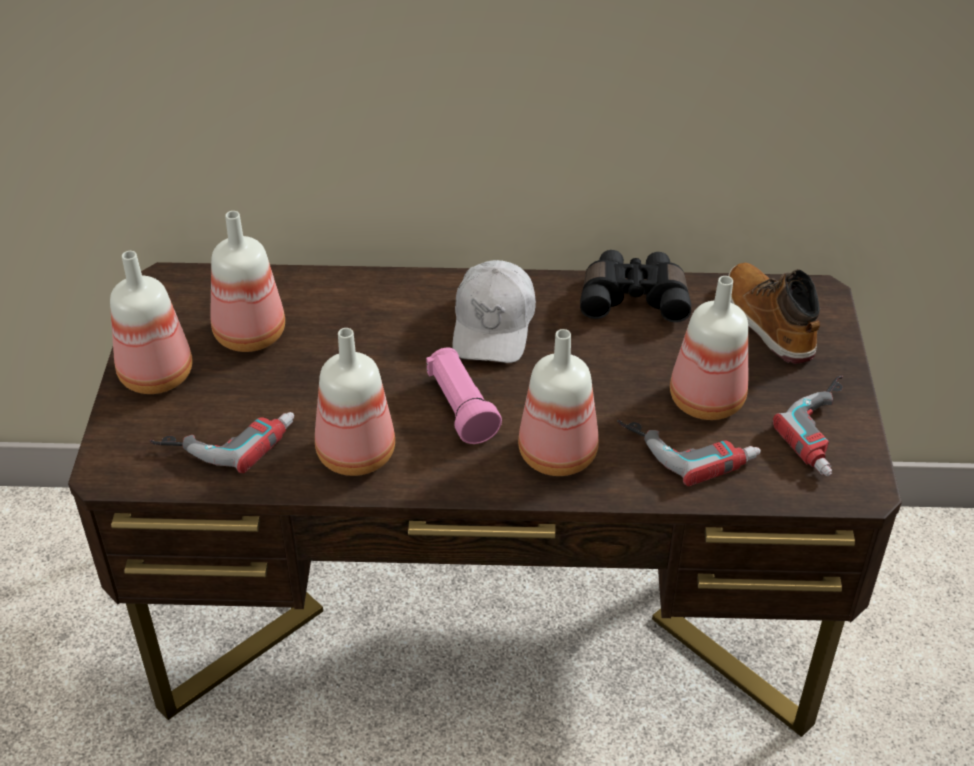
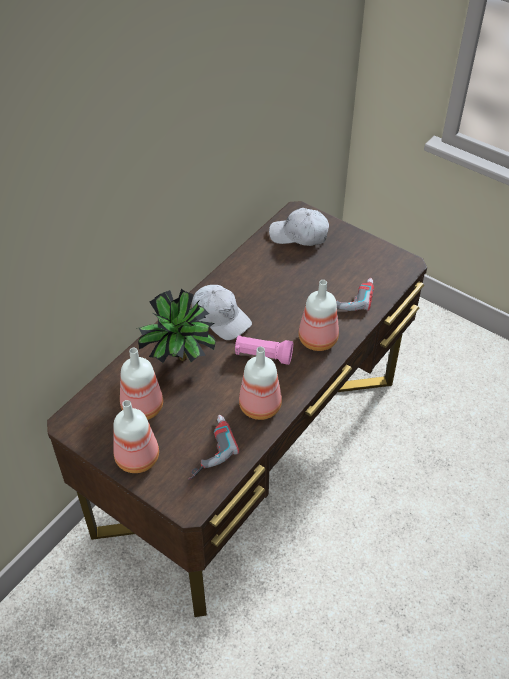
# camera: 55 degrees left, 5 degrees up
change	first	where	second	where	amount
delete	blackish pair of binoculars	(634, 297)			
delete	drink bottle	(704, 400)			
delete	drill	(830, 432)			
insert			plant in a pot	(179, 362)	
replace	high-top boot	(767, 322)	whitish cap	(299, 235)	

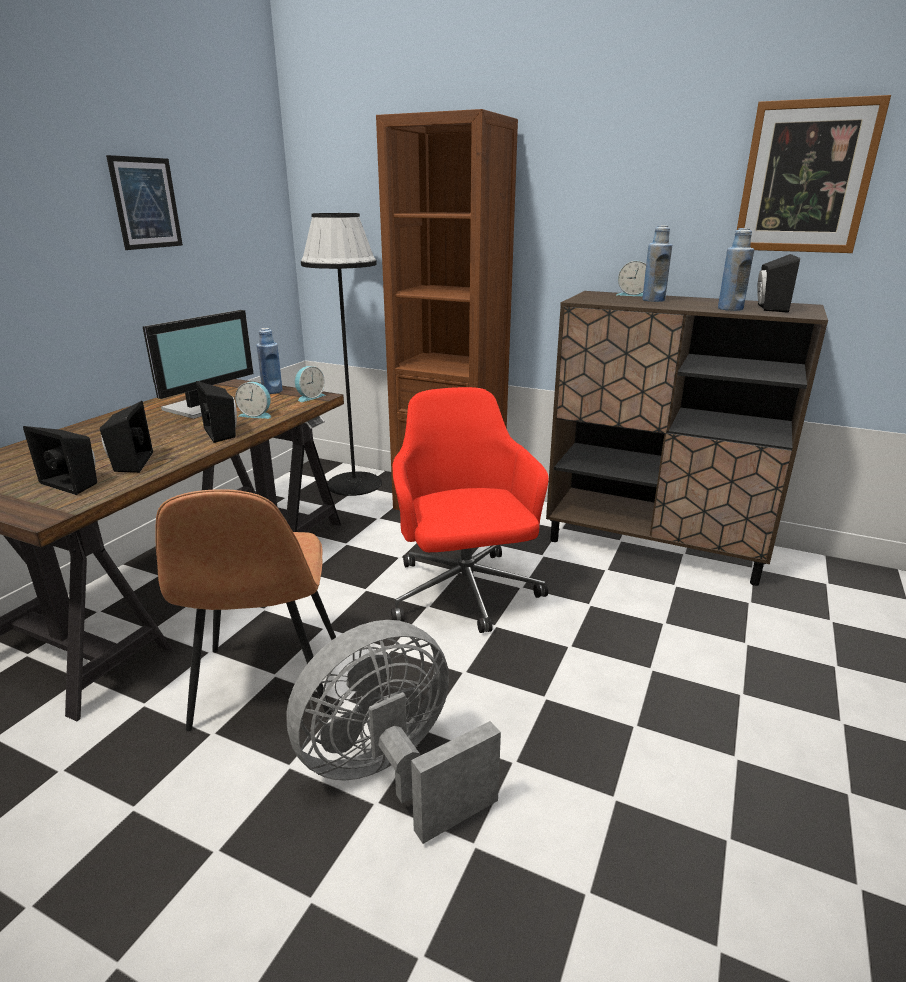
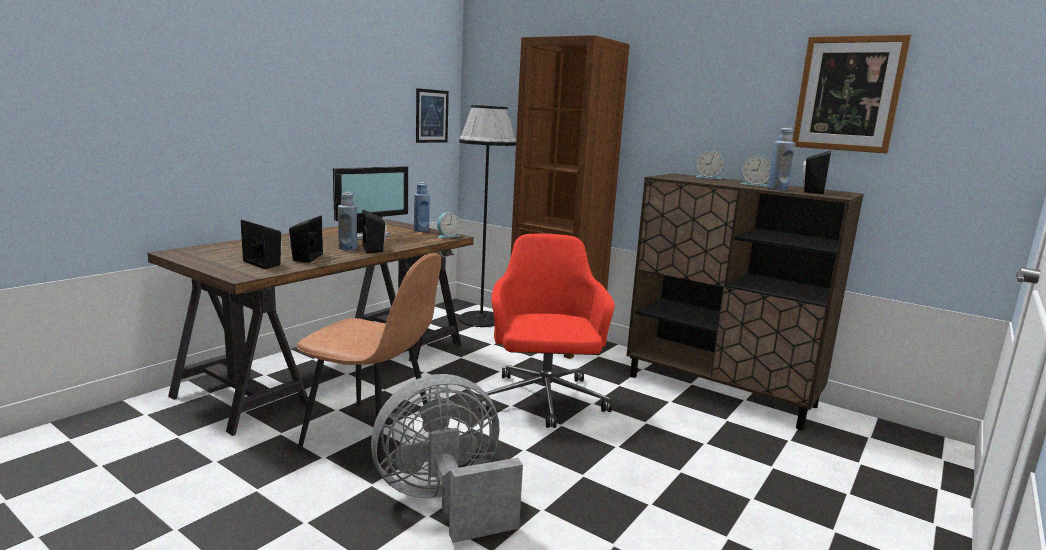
# camera: 10 degrees right, 10 degrees down
change	first	where	second	where	amount
move	wall picture	(146, 203)		(432, 116)	
move	table clock	(257, 415)		(755, 184)	
move	blue-coloured drink bottle	(653, 300)		(348, 248)	
rotate	brown-coloured upright chair	(267, 685)		(371, 435)	75 degrees counterclockwise

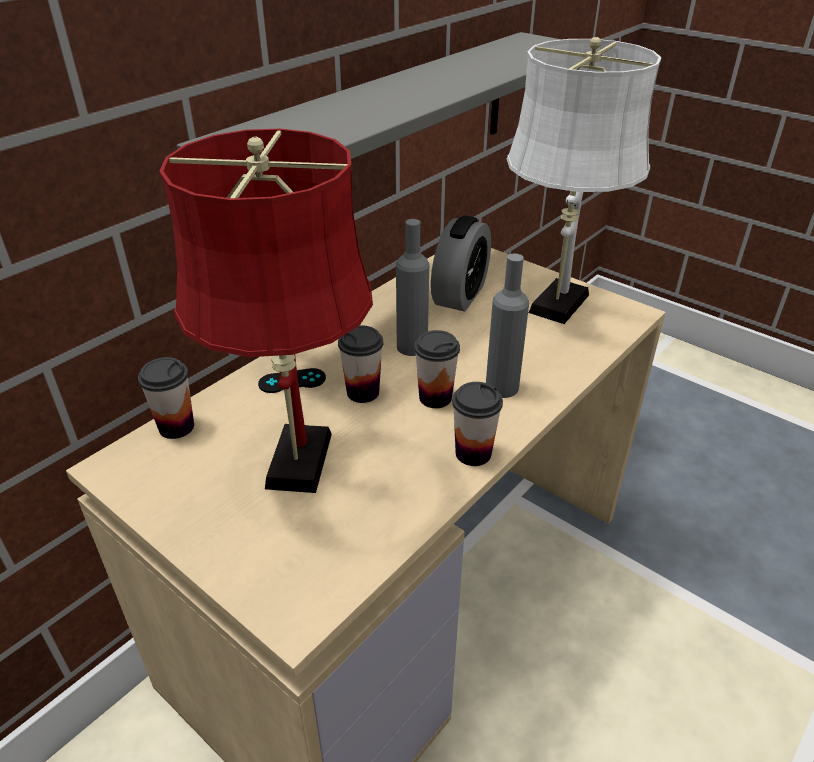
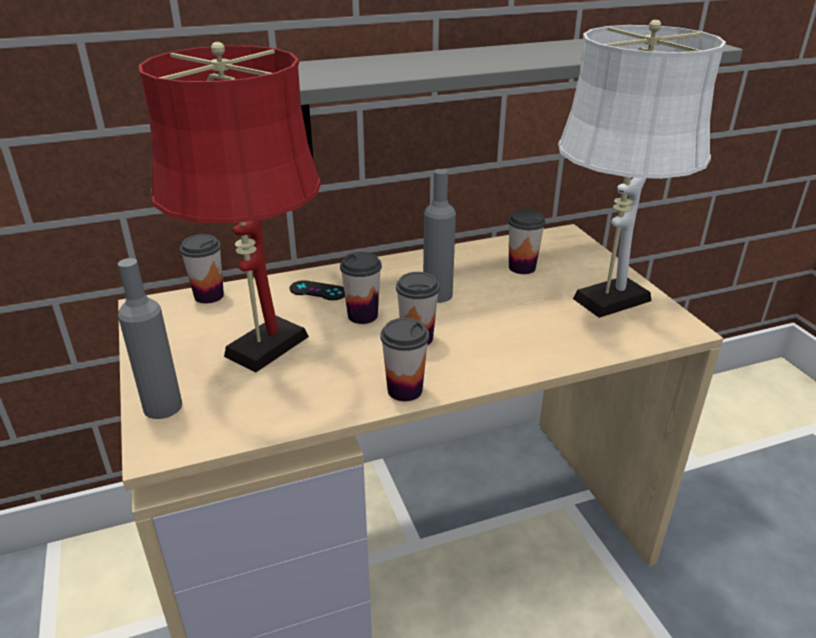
# camera: 30 degrees right, 5 degrees down
change	first	where	second	where	amount
move	gray drink bottle	(502, 387)		(163, 406)	
replace	table clock	(460, 295)	small cup	(522, 267)	

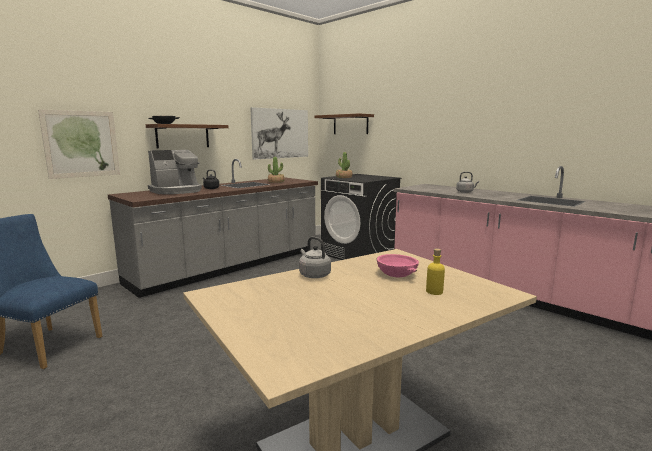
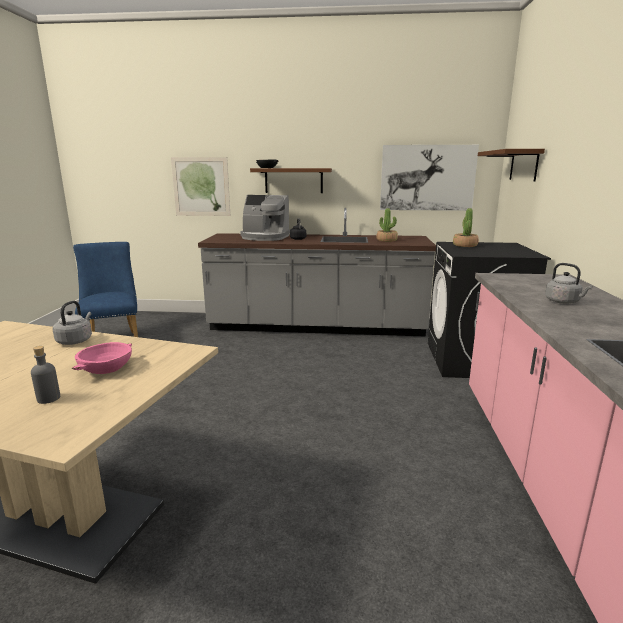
# camera: 50 degrees right, 5 degrees up
change	first	where	second	where	amount
recolor	yellow drink bottle	(434, 291)	gray drink bottle	(48, 398)	

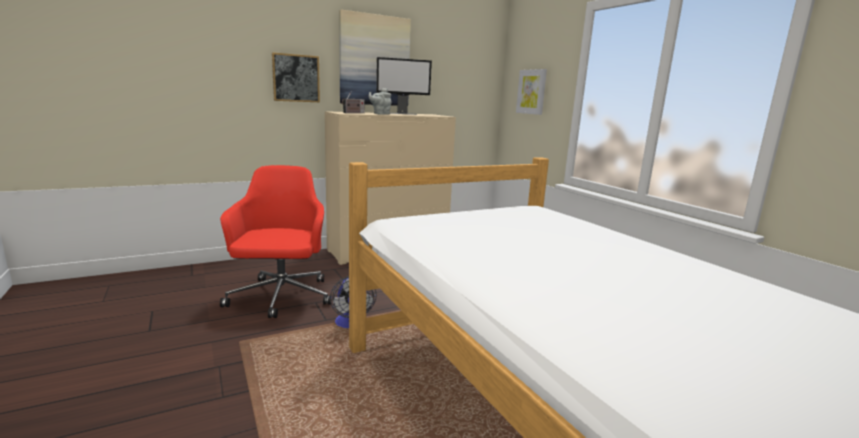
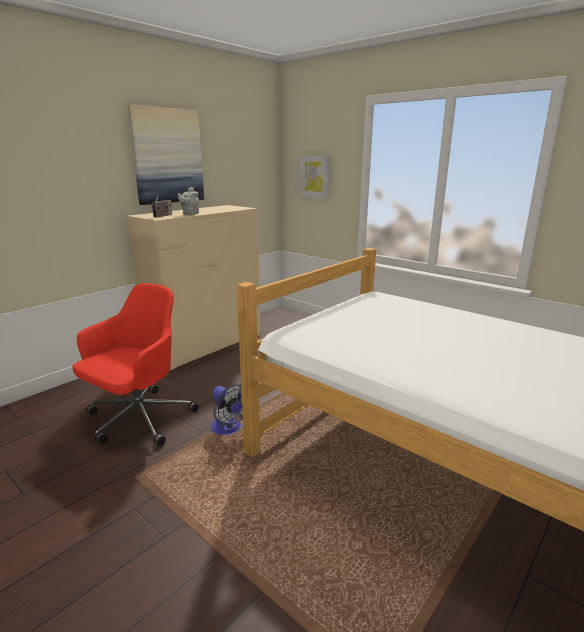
# camera: 20 degrees left, 5 degrees up
change	first	where	second	where	amount
delete	wall picture	(296, 78)			
delete	computer display	(402, 113)			
rotate	reddish office chair	(281, 297)		(138, 419)	60 degrees clockwise

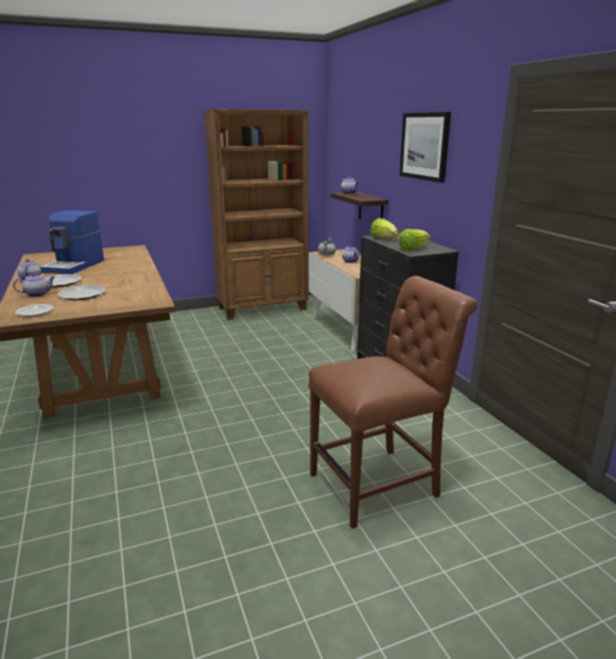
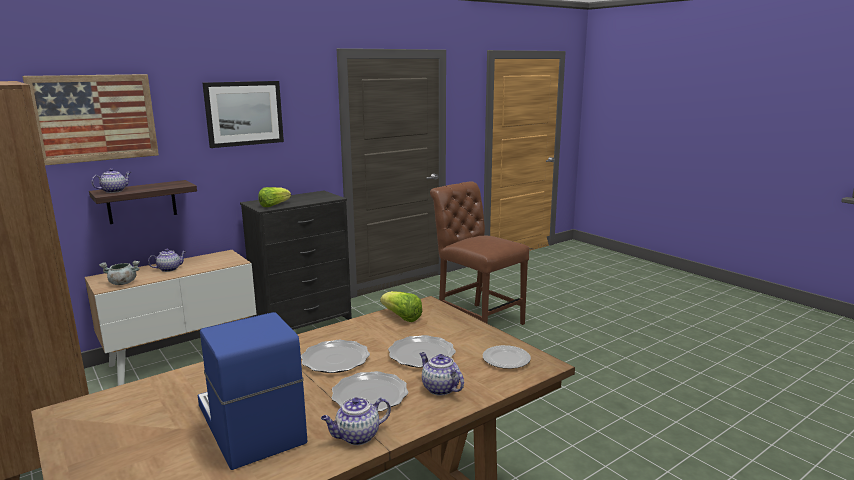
# camera: 105 degrees left, 5 degrees down
change	first	where	second	where	amount
insert			wall picture	(95, 118)	
insert			plate	(335, 359)	
move	lettuce head	(412, 249)		(401, 317)	
rotate	coffee maker	(75, 266)		(249, 425)	120 degrees counterclockwise

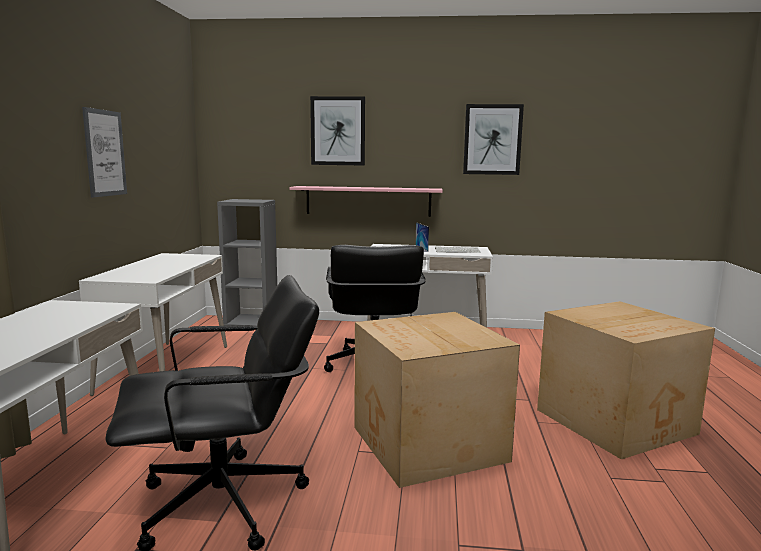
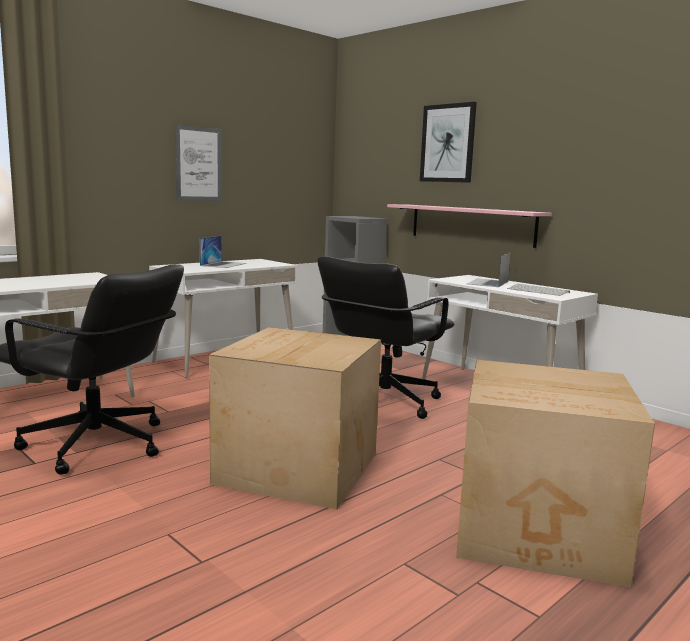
# camera: 40 degrees right, 0 degrees up
change	first	where	second	where	amount
delete	wall picture	(492, 139)			
insert			laptop	(223, 264)	

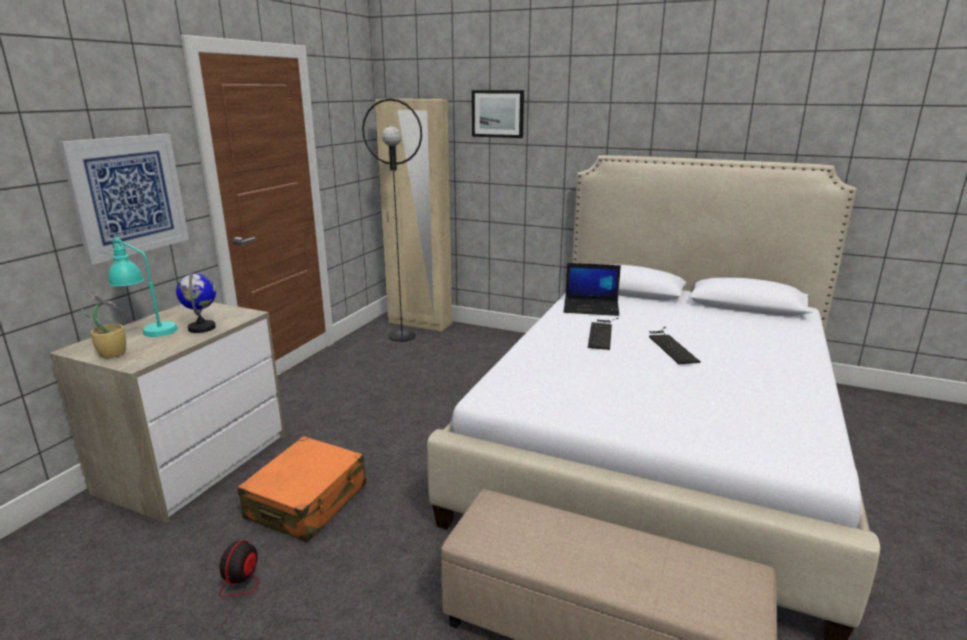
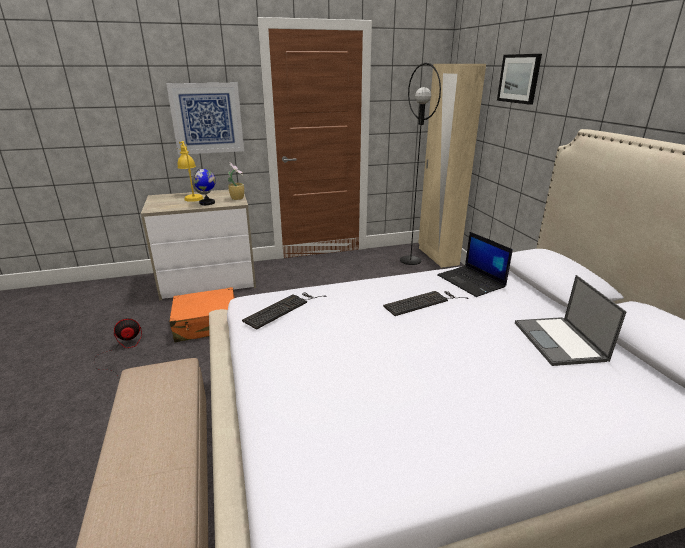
# camera: 50 degrees right, 5 degrees up
change	first	where	second	where	amount
insert			laptop	(560, 341)	
move	plant in a pot	(112, 353)		(237, 198)	
move	computer keyboard	(670, 345)		(283, 308)	
recolor	turquoise tabletop lamp	(147, 330)	yellow tabletop lamp	(192, 197)	

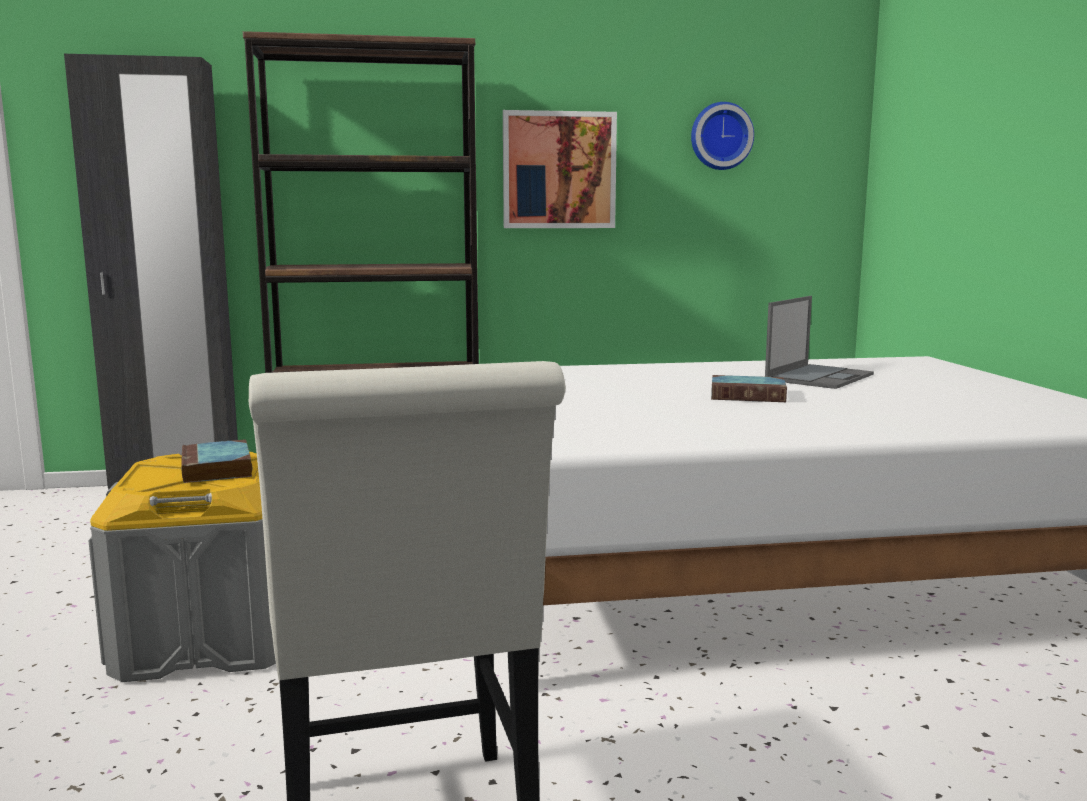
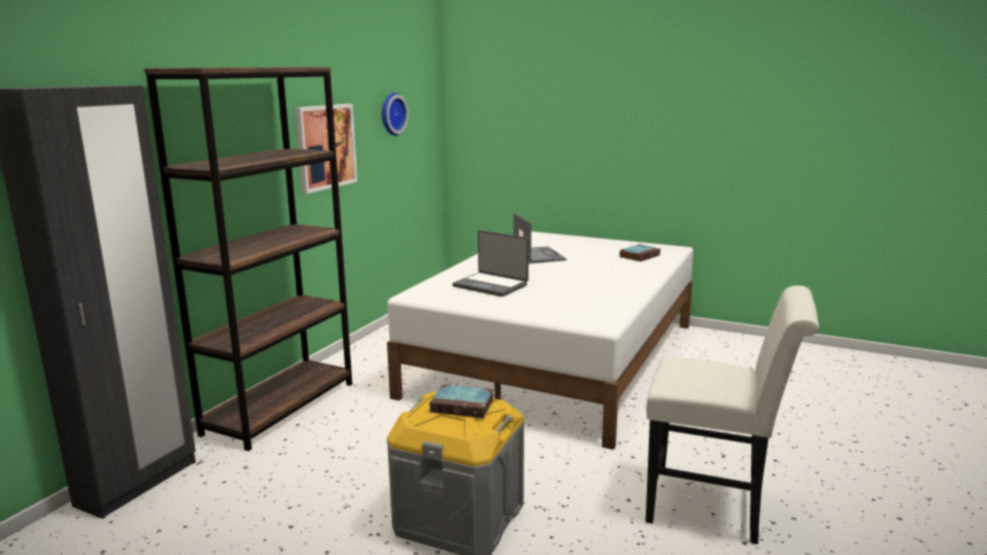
# camera: 55 degrees left, 5 degrees up
change	first	where	second	where	amount
insert			laptop	(491, 285)	
move	volume	(749, 395)		(639, 256)	

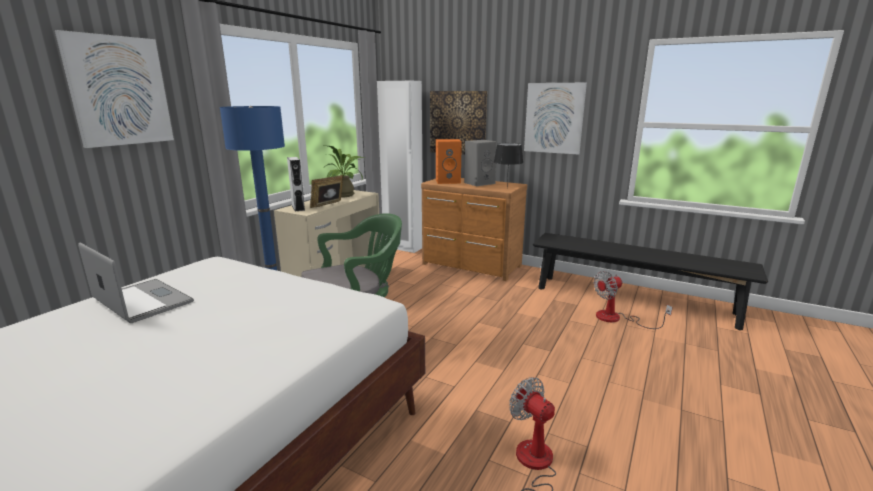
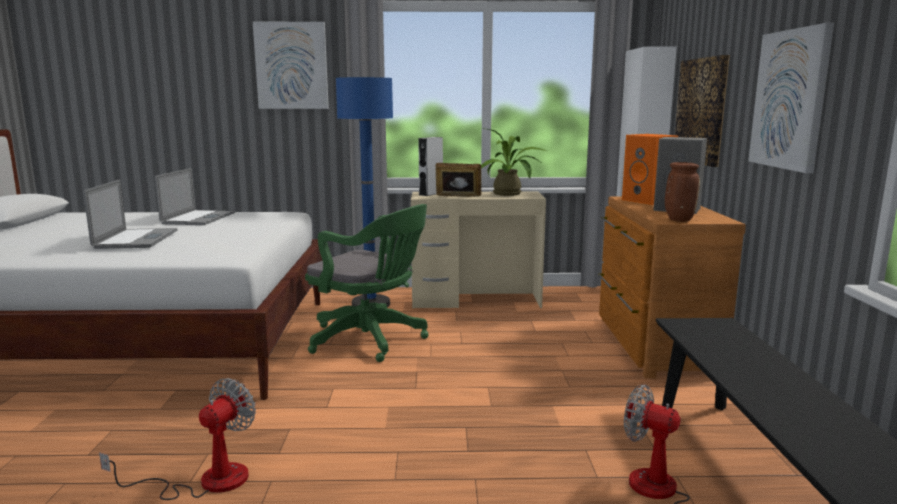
# camera: 60 degrees right, 5 degrees down
change	first	where	second	where	amount
insert			laptop	(136, 239)	
replace	blackish tabletop lamp	(506, 188)	brown-coloured vase	(678, 220)	

